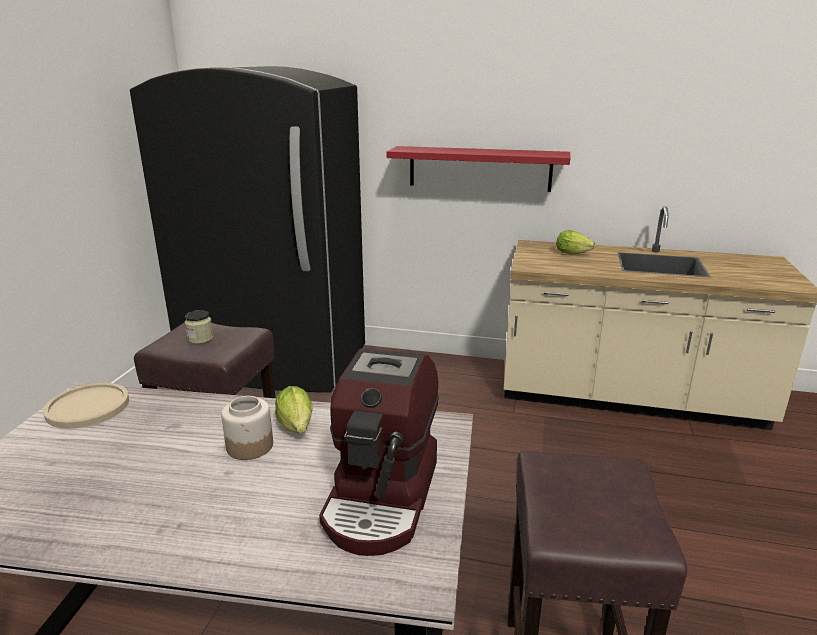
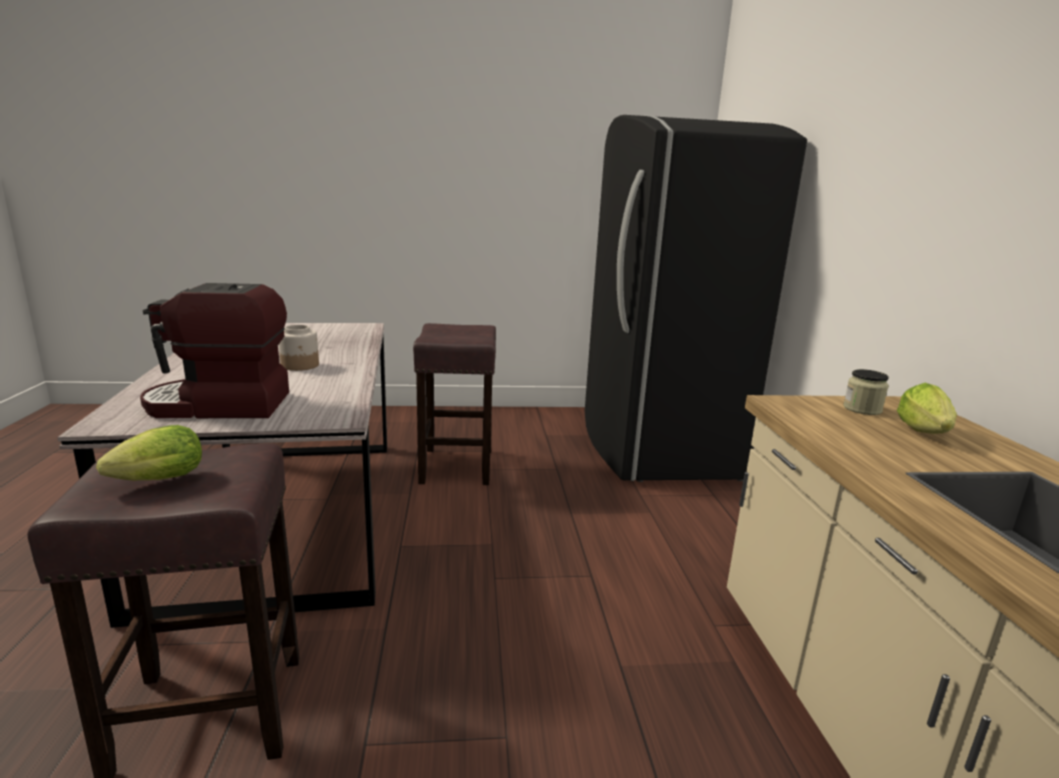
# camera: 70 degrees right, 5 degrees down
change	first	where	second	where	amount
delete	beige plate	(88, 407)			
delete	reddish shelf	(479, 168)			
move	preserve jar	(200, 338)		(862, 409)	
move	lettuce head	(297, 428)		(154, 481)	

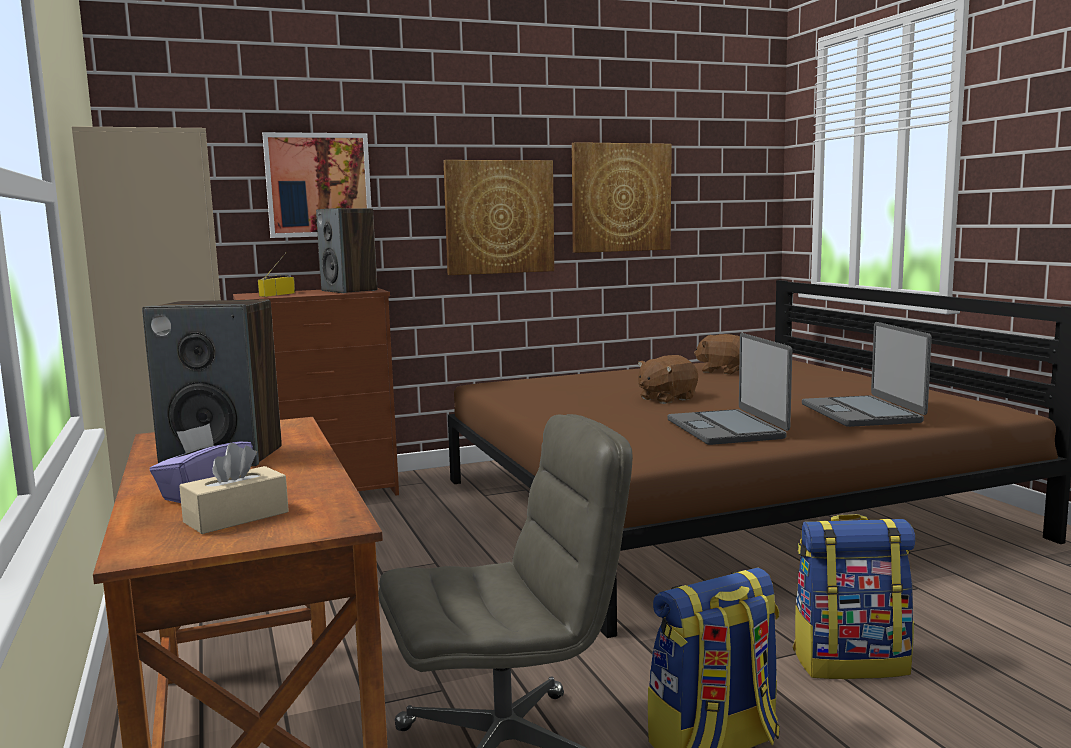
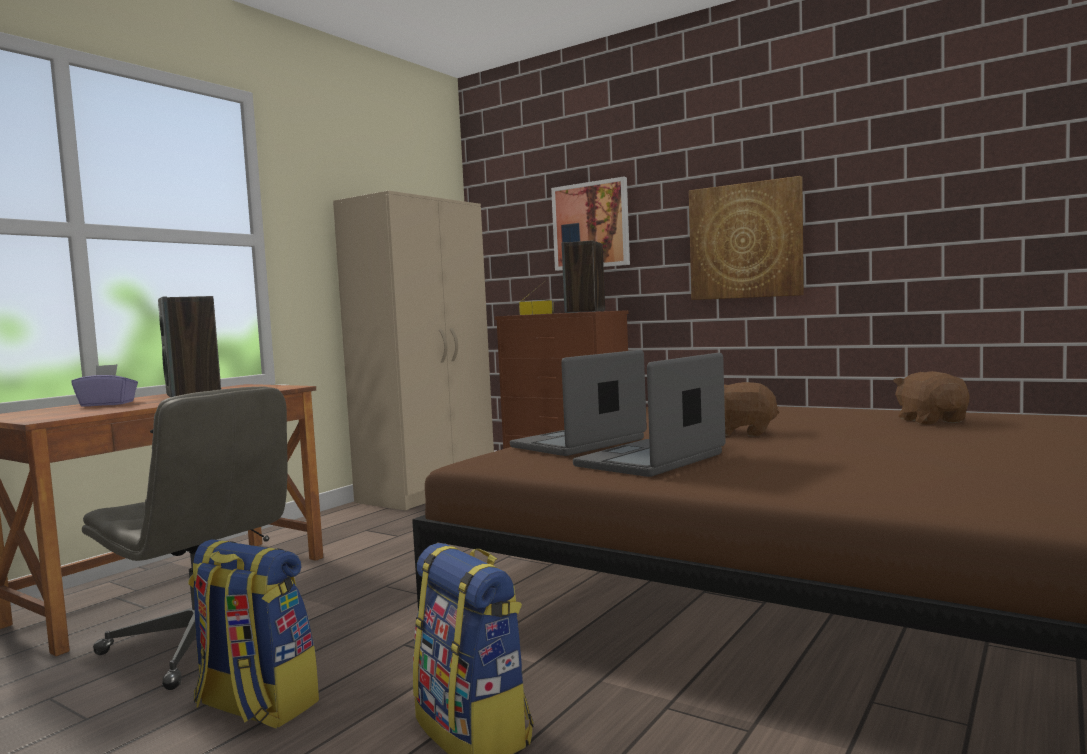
# camera: 55 degrees right, 5 degrees down
change	first	where	second	where	amount
delete	beige tissue holder	(236, 517)			
delete	wall picture	(620, 197)			
move	laptop	(862, 413)		(579, 443)	

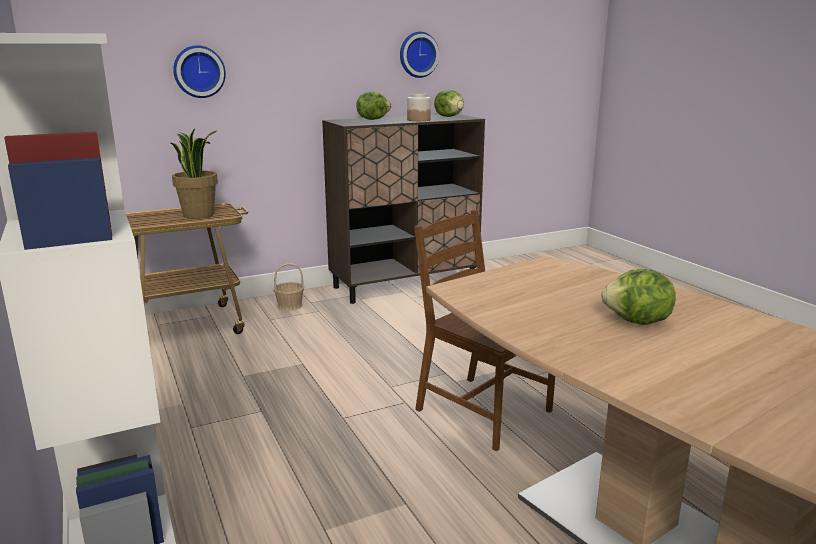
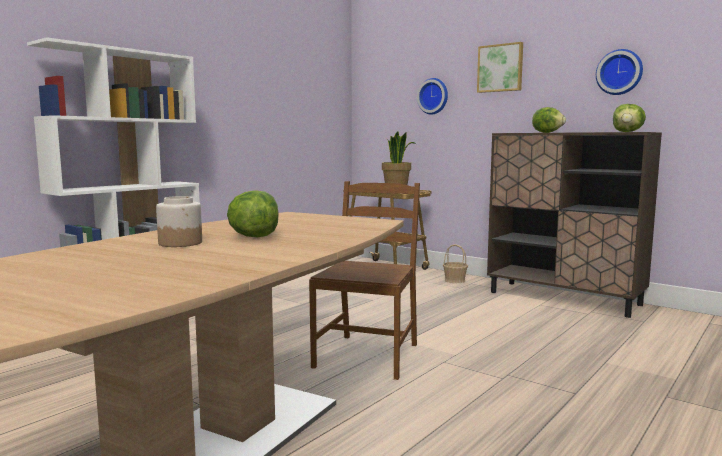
# camera: 65 degrees right, 10 degrees down
change	first	where	second	where	amount
insert			wall picture	(500, 68)	
move	preserve jar	(418, 120)		(181, 243)	

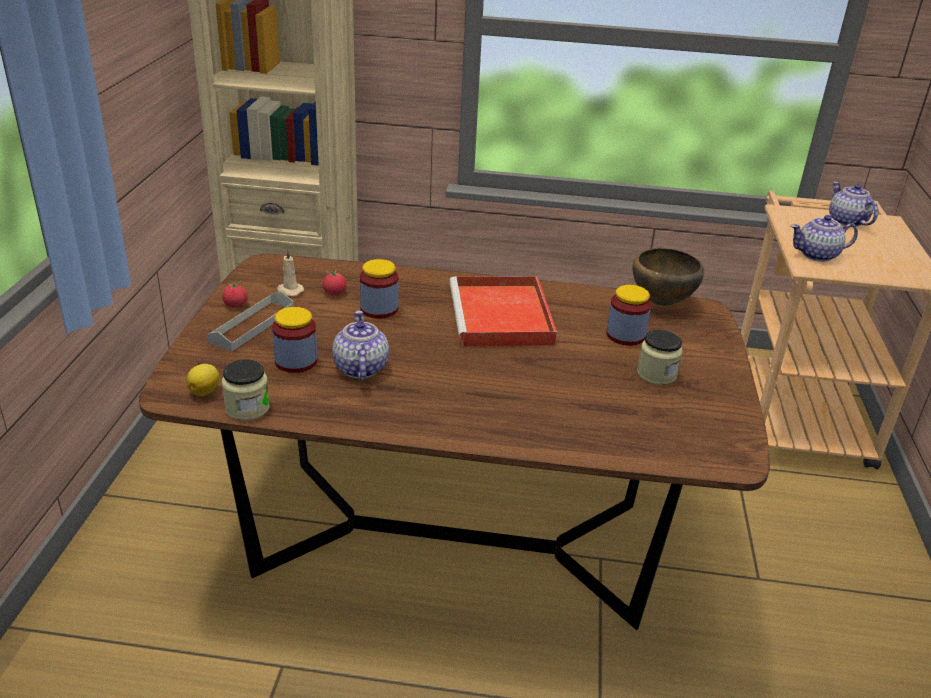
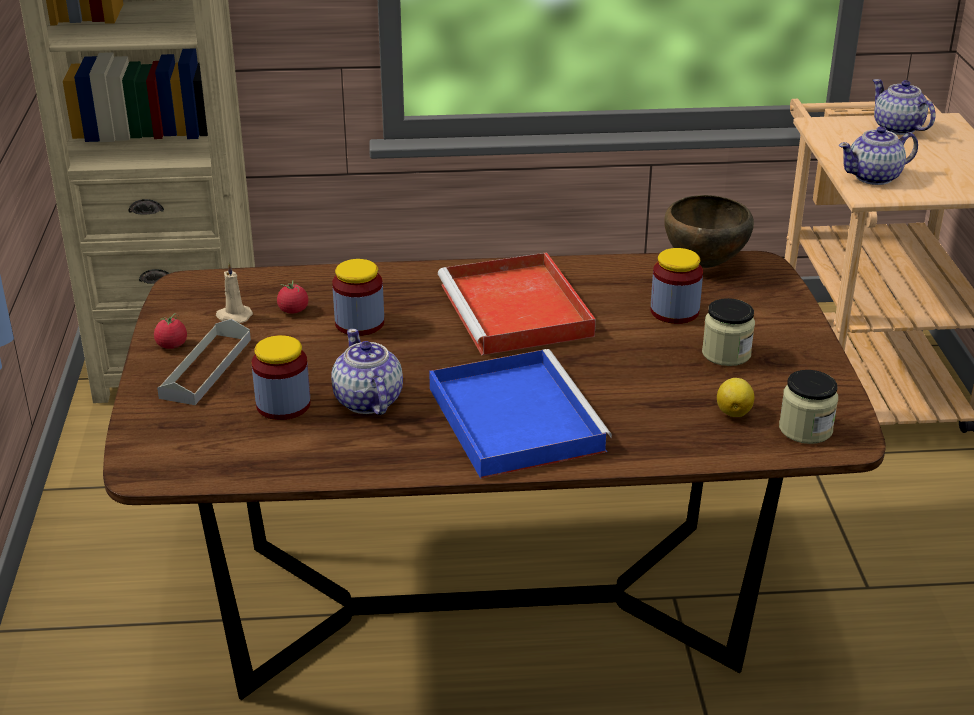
# camera: 10 degrees left, 0 degrees up
change	first	where	second	where	amount
insert			blue-coloured tray	(513, 417)	
move	whole lemon	(205, 391)		(734, 411)	
move	preserve jar	(247, 408)		(805, 429)	

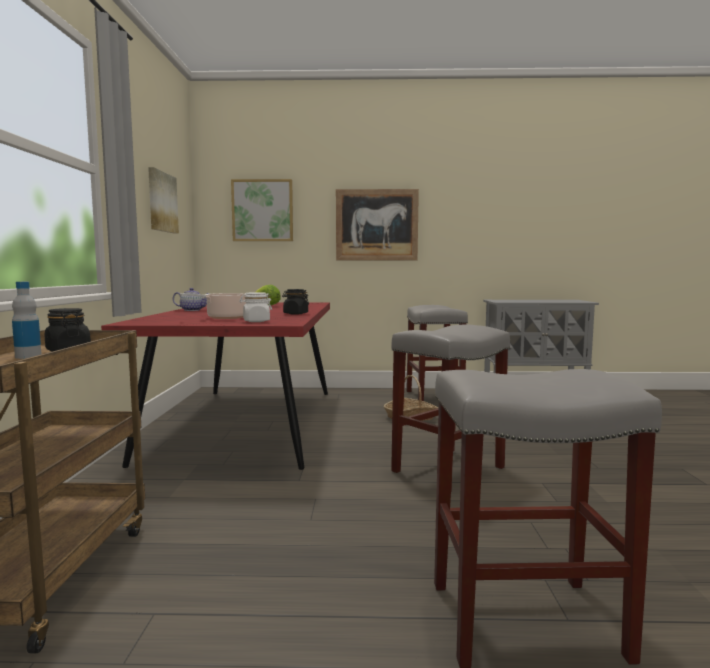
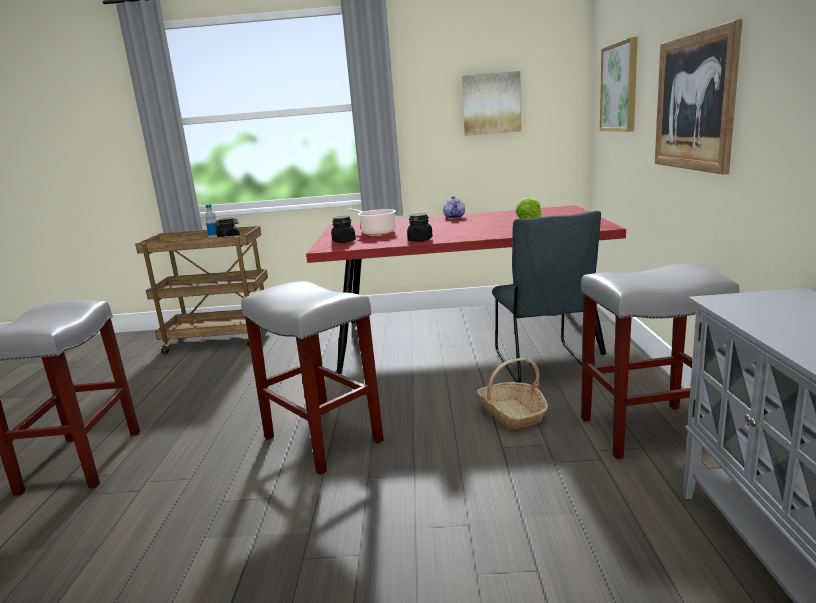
# camera: 90 degrees right, 10 degrees up
change	first	where	second	where	amount
insert			gray upright chair	(543, 366)	
recolor	whitish preserve jar	(256, 321)	blackish preserve jar	(343, 241)	

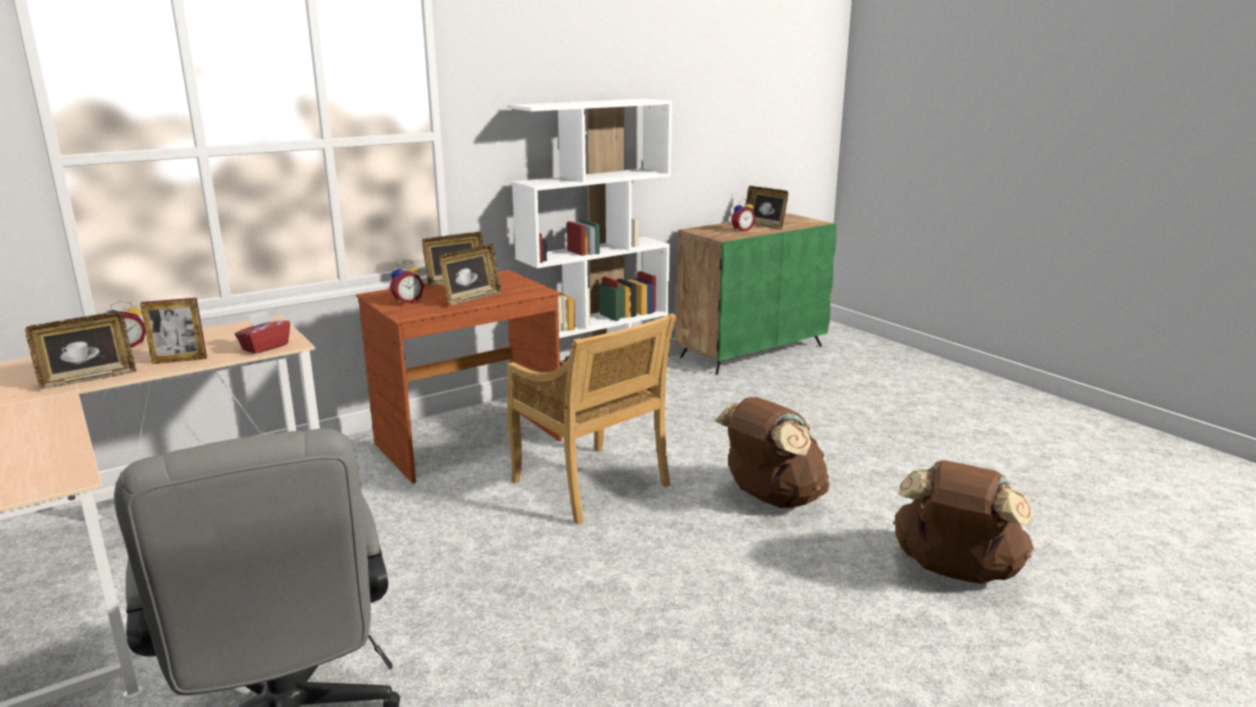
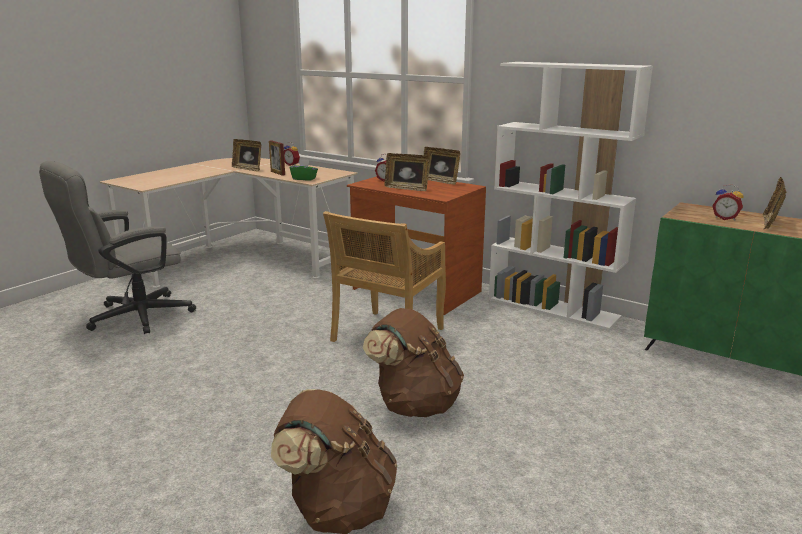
# camera: 70 degrees right, 0 degrees up
change	first	where	second	where	amount
recolor	reddish tissue holder	(265, 347)	greenish tissue holder	(304, 179)	

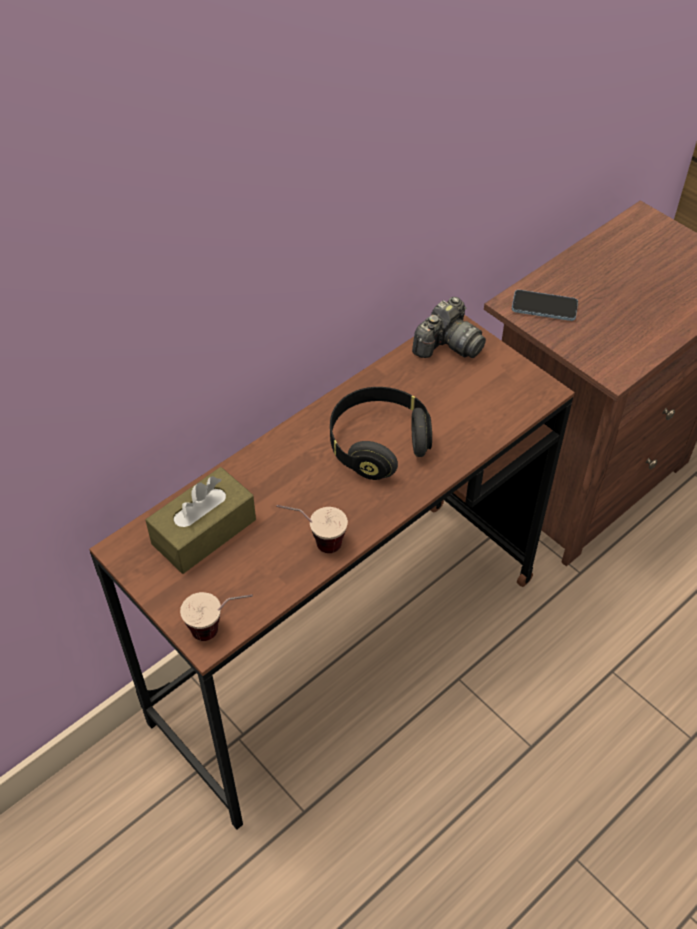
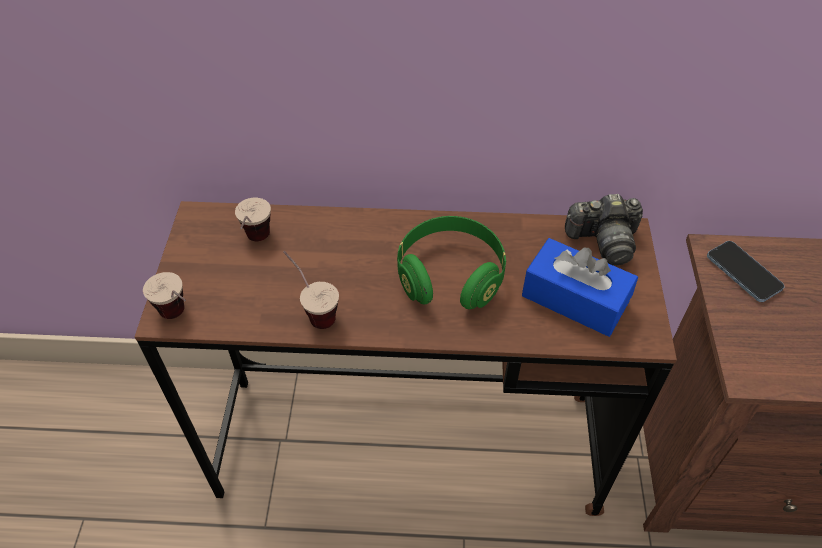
# camera: 45 degrees right, 0 degrees up
change	first	where	second	where	amount
insert			blue-coloured tissue holder	(574, 299)	
replace	brown-coloured tissue holder	(204, 532)	small cup	(256, 244)	
recolor	blackish pair of headphones	(378, 444)	greenish pair of headphones	(450, 276)	

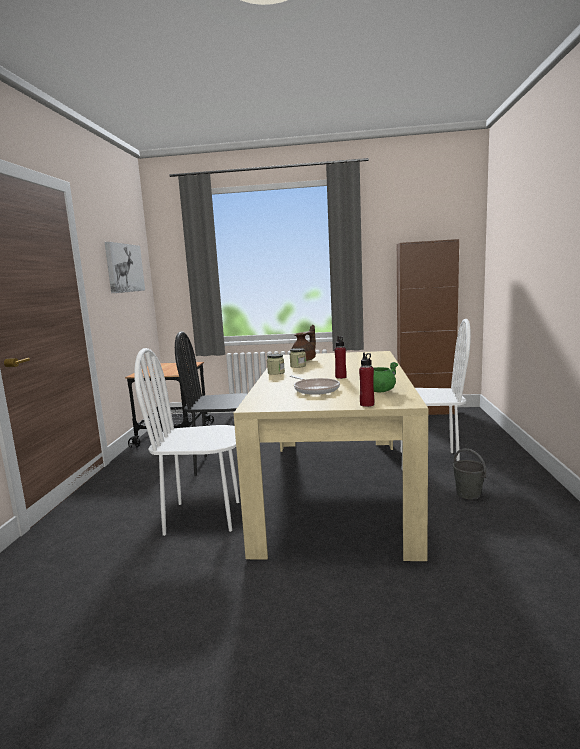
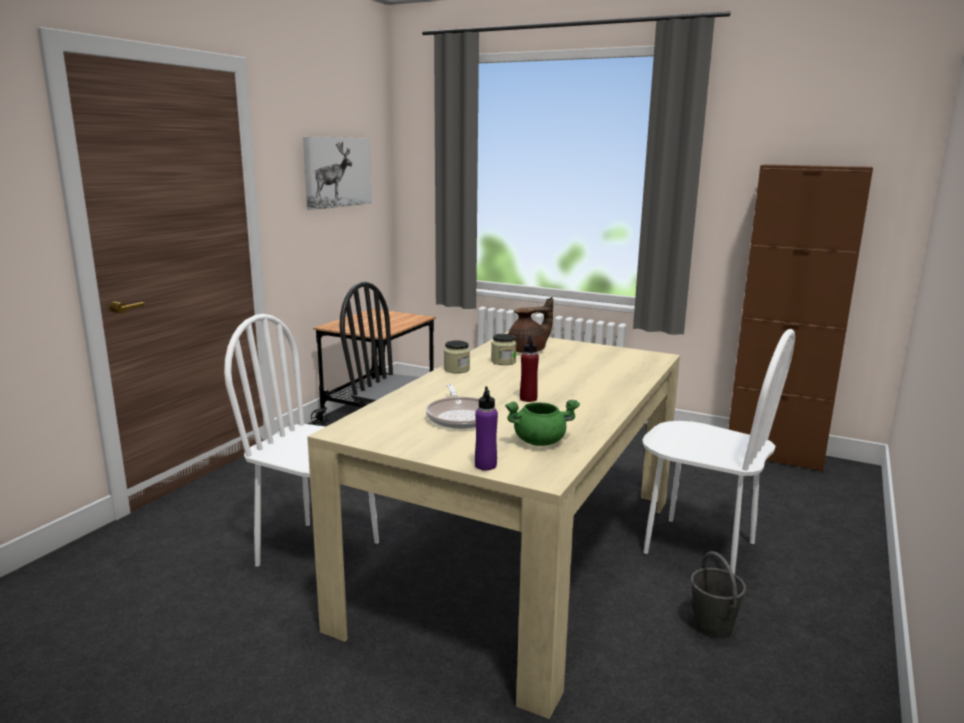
# camera: 20 degrees right, 5 degrees up
change	first	where	second	where	amount
recolor	reddish drink bottle	(367, 404)	purple drink bottle	(485, 465)	

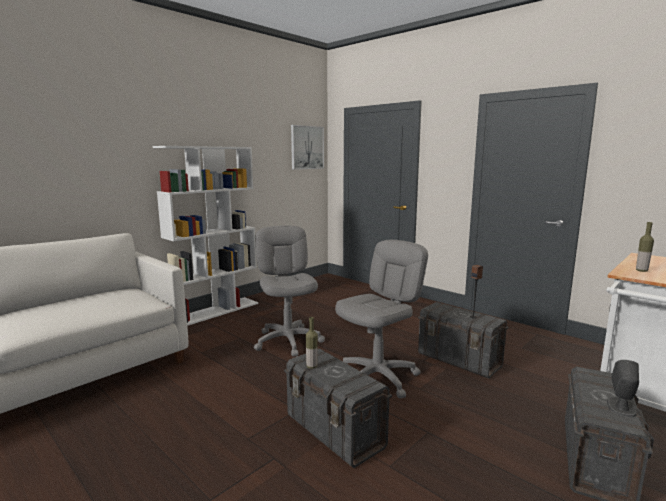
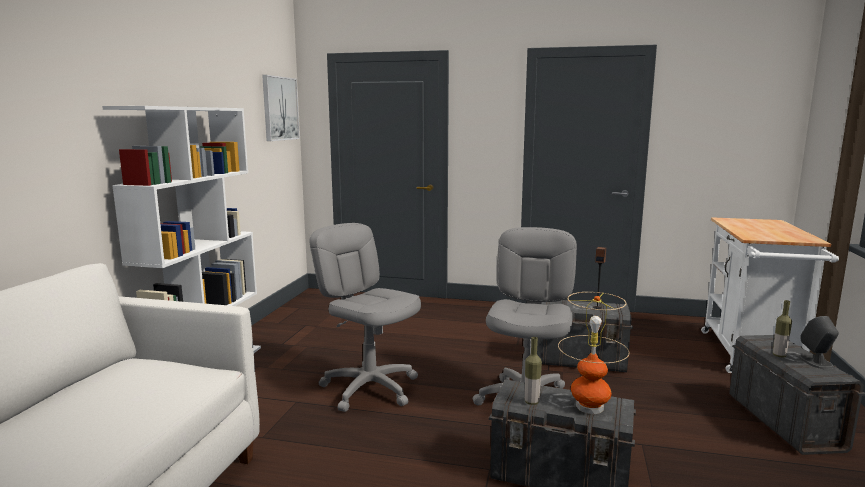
# camera: 30 degrees left, 0 degrees up
change	first	where	second	where	amount
insert			tabletop lamp	(589, 407)	
move	drink bottle	(641, 270)		(779, 355)	

